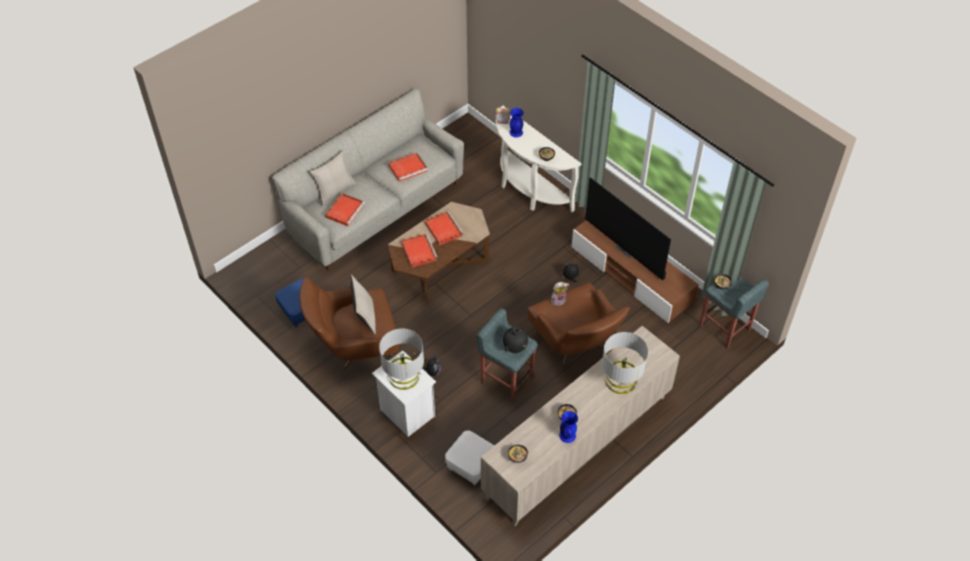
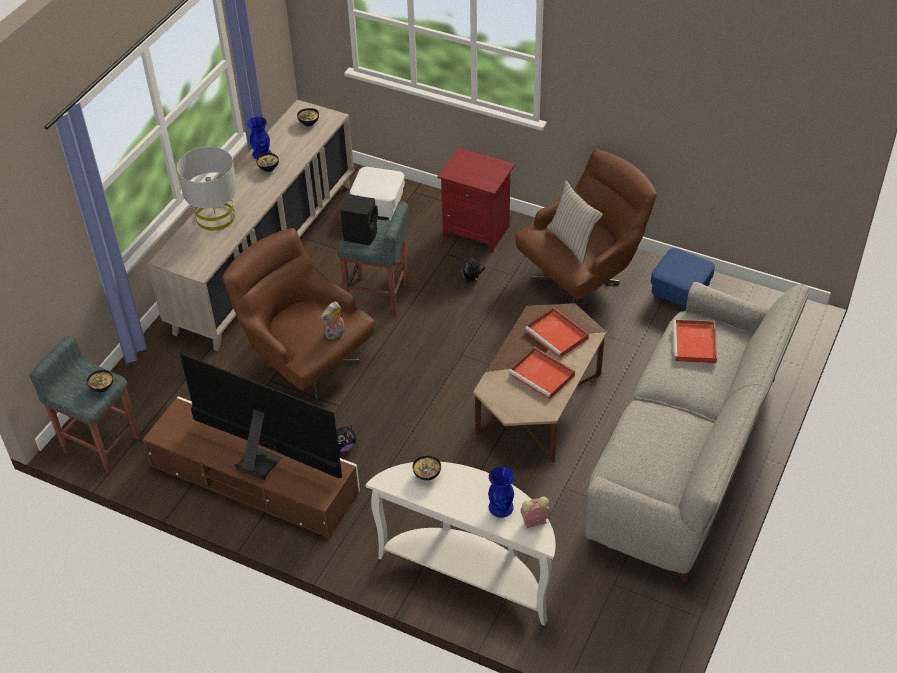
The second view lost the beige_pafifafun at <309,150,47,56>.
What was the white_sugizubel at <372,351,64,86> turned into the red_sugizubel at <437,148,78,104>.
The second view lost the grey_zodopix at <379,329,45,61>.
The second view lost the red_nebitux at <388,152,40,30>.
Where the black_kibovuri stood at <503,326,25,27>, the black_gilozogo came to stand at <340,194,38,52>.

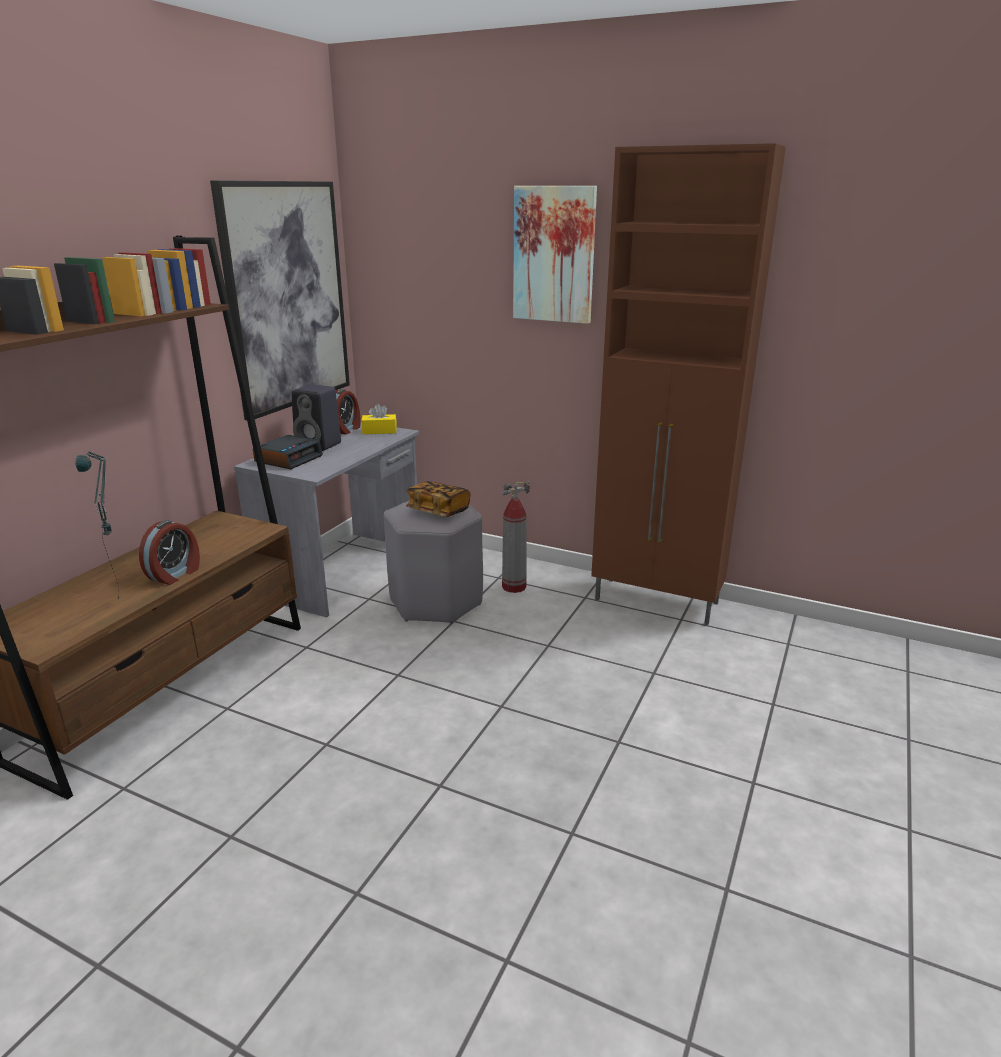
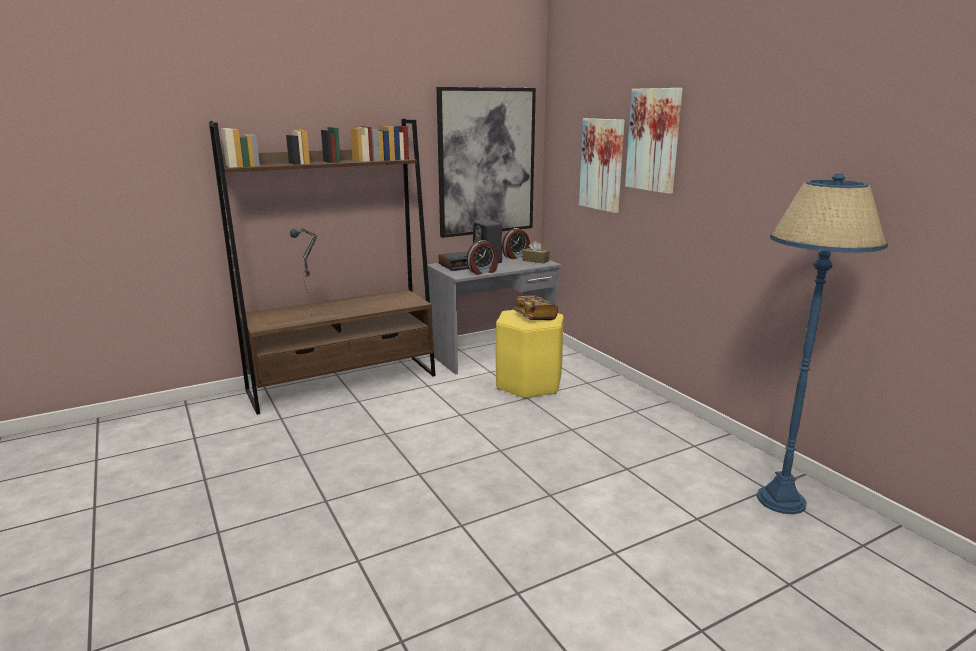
The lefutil ended up elsewhere, having gone from <139,520,61,65> to <466,240,32,35>.
What was the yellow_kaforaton at <361,404,36,30> turned into the brown_kaforaton at <522,241,27,22>.
What was the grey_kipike at <383,501,100,123> turned into the yellow_kipike at <496,310,68,89>.
The second view lost the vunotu at <502,481,28,112>.
The second view lost the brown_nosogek at <591,143,195,482>.
The second view gained the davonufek at <579,118,46,95>.
The second view gained the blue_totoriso at <757,173,131,341>.

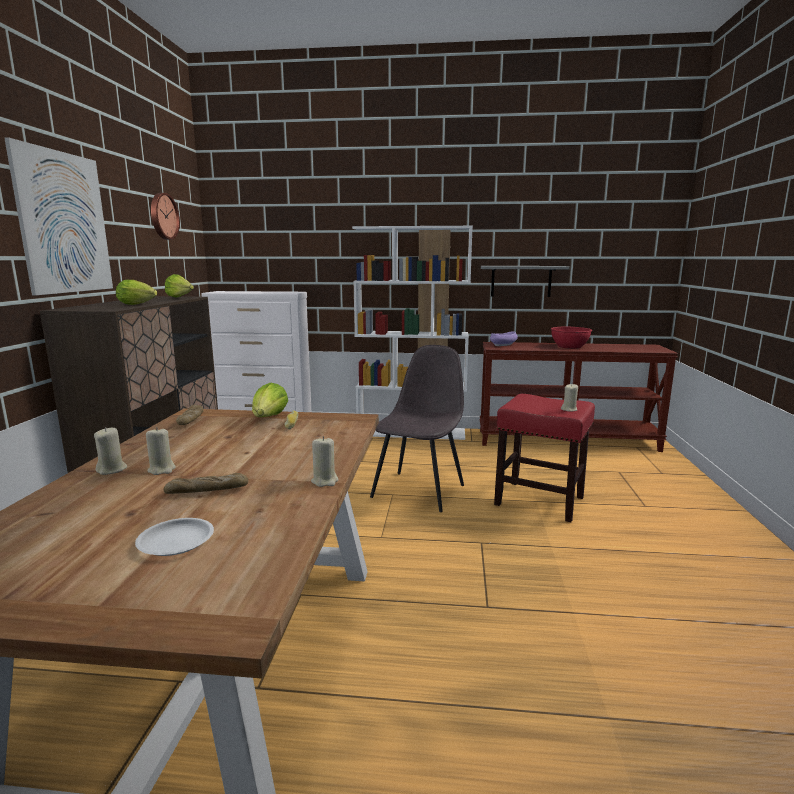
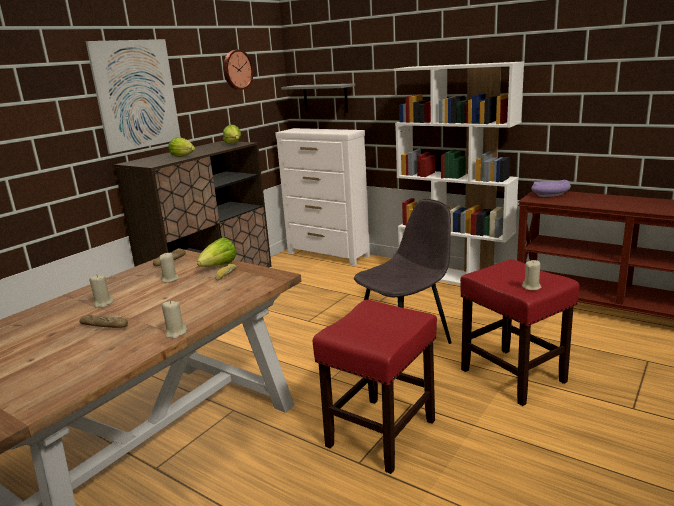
The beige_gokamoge ended up elsewhere, having gone from <94,427,33,48> to <159,252,20,30>.
The second view lost the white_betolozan at <135,518,79,38>.
The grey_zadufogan ended up elsewhere, having gone from <481,266,89,31> to <281,83,74,30>.
The second view lost the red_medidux at <551,327,41,22>.
The second view gained the red_kipike at <313,300,124,174>.

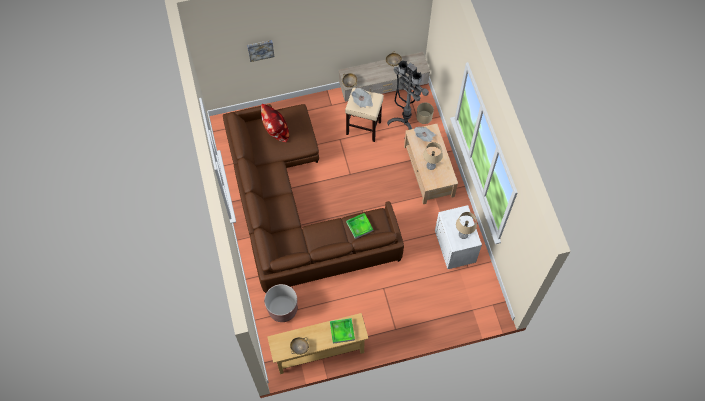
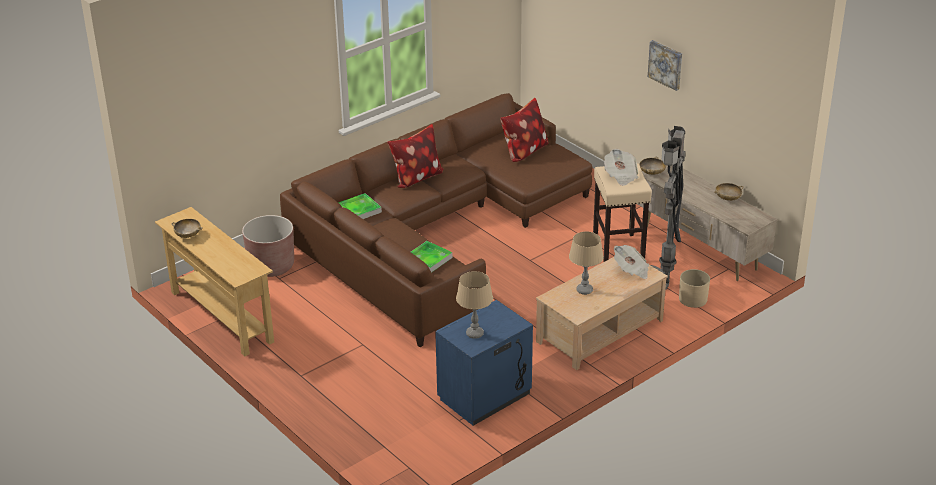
The davonufek ended up elsewhere, having gone from <247,40,27,22> to <648,40,34,51>.
The nebitux ended up elsewhere, having gone from <330,318,25,26> to <338,193,44,26>.
What was the white_sugizubel at <435,205,47,64> turned into the blue_sugizubel at <435,300,98,126>.
The second view gained the pafifafun at <387,124,56,64>.

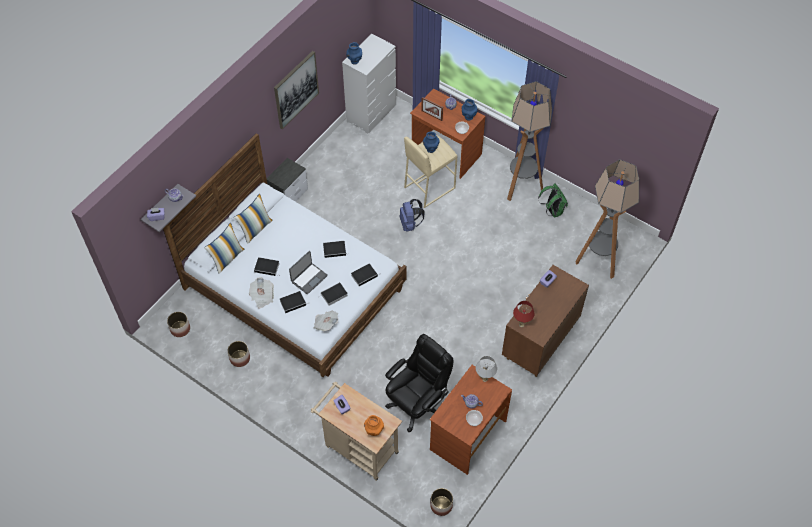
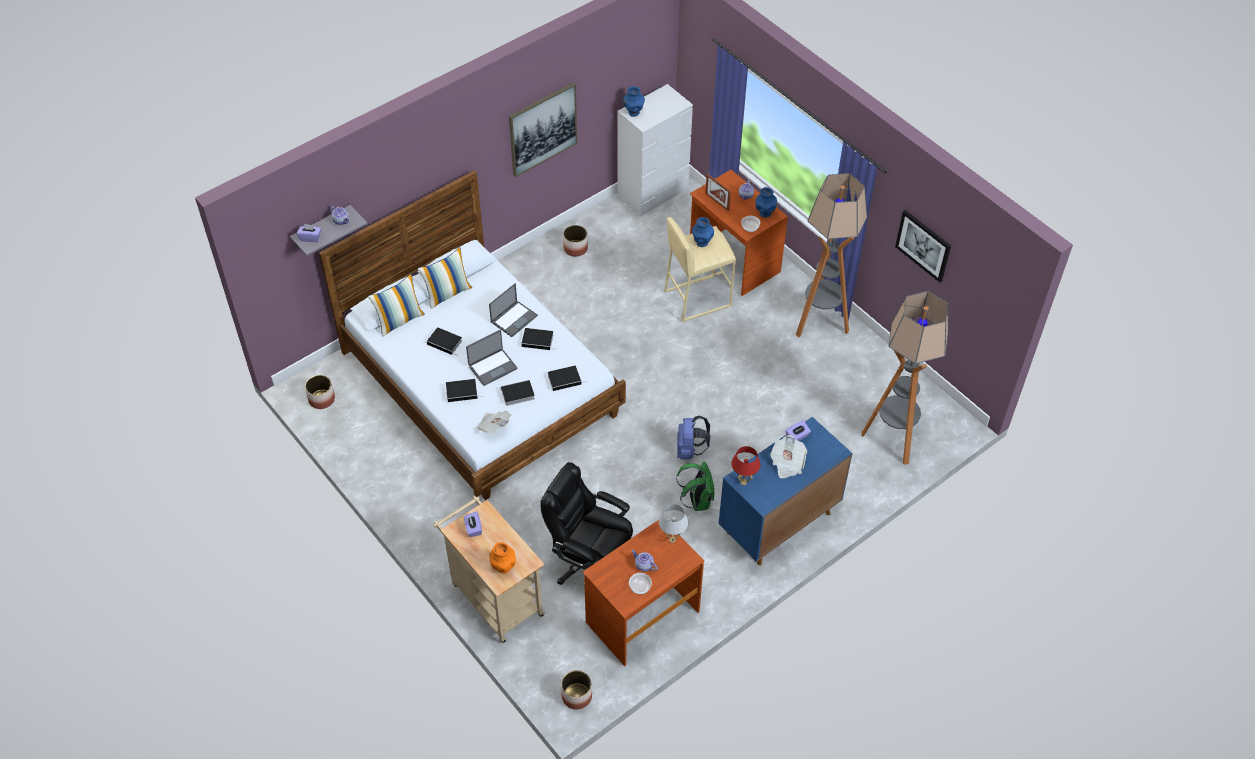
The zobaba ended up elsewhere, having gone from <227,341,23,26> to <563,225,25,32>.
The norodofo ended up elsewhere, having gone from <249,277,25,31> to <770,435,37,44>.
The second view lost the sugizubel at <267,158,41,44>.
The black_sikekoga at <385,334,68,98> ended up facing another way, 120 degrees counterclockwise from before.
The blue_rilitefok ended up elsewhere, having gone from <399,199,26,33> to <677,416,33,44>.
What was the brown_nosogek at <502,265,87,112> turned into the blue_nosogek at <719,417,134,148>.
The green_rilitefok ended up elsewhere, having gone from <538,183,30,35> to <676,461,38,50>.
The second view gained the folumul at <489,283,49,54>.
The second view gained the davonufek at <895,210,56,72>.

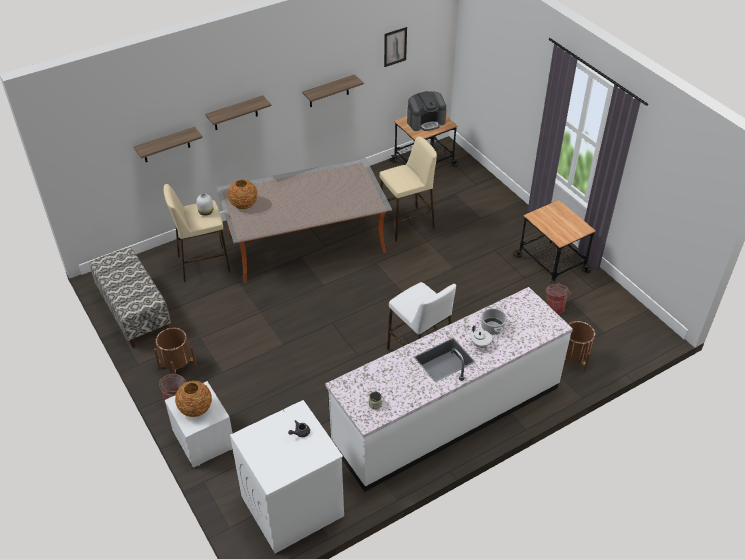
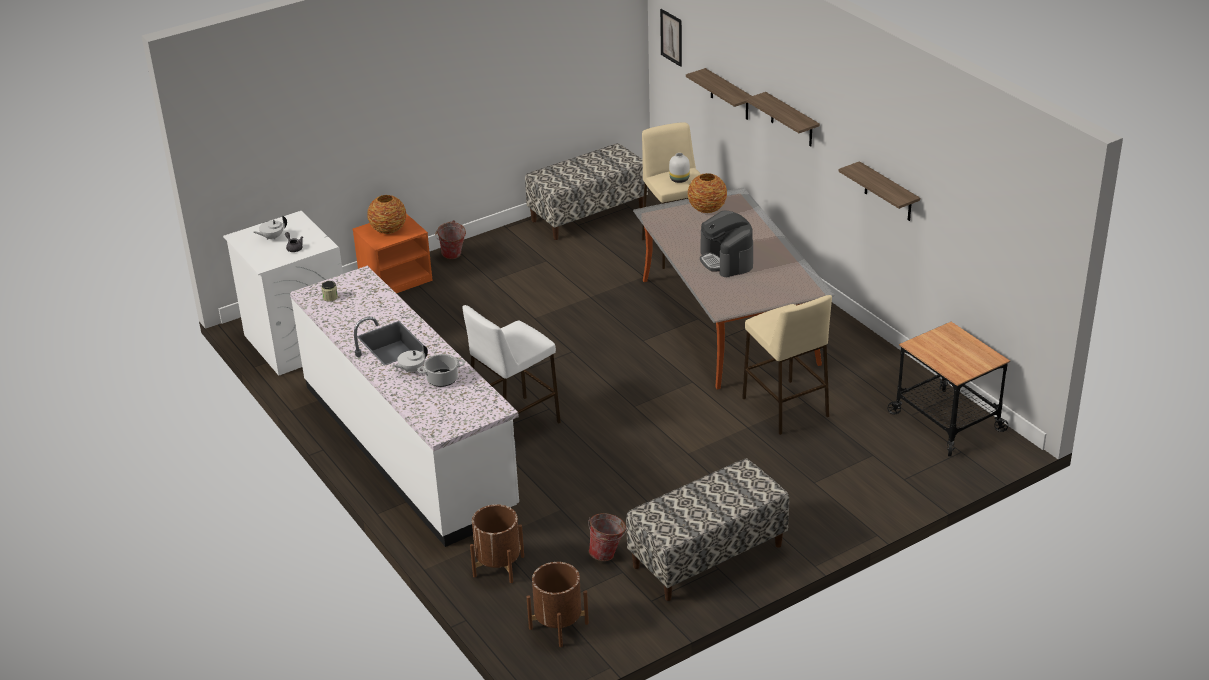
The brown_zobaba ended up elsewhere, having gone from <154,328,43,46> to <527,562,62,85>.
What was the white_sugizubel at <165,381,68,87> turned into the orange_sugizubel at <353,214,80,79>.
The davonufek ended up elsewhere, having gone from <384,27,23,40> to <660,9,22,58>.
The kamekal ended up elsewhere, having gone from <407,91,39,40> to <700,211,53,66>.
Where the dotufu stood at <513,200,83,85>, the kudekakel came to stand at <626,458,163,143>.
The second view gained the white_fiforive at <254,216,33,24>.

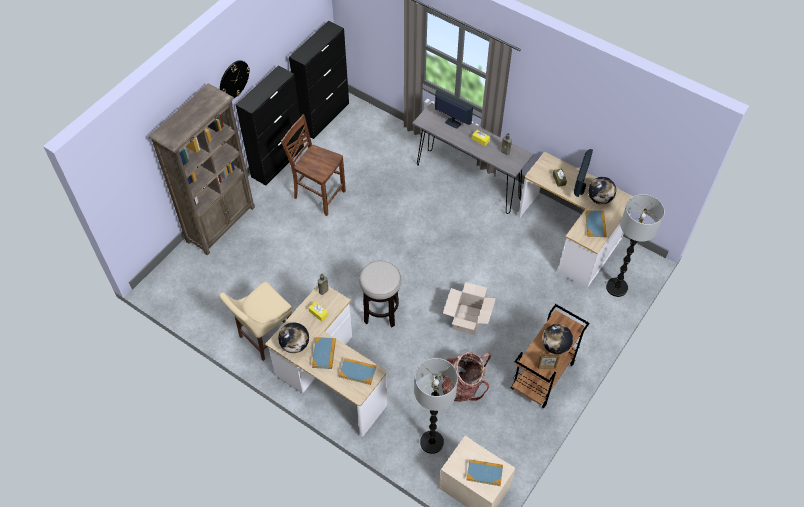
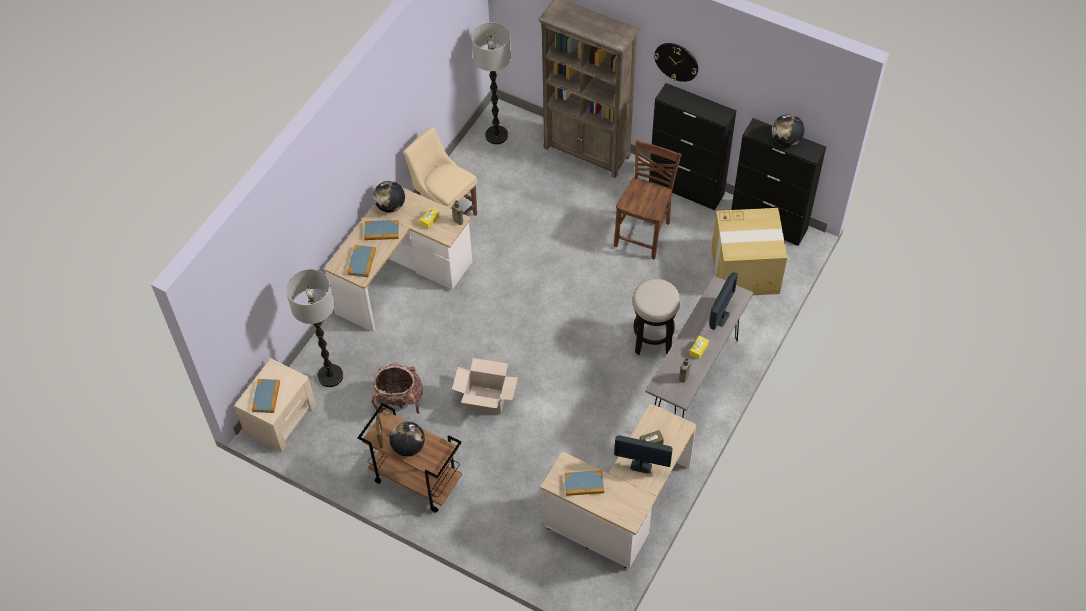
The kipike ended up elsewhere, having gone from <359,261,42,67> to <632,279,49,76>.
The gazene ended up elsewhere, having gone from <588,177,28,27> to <772,114,33,33>.
The totoriso ended up elsewhere, having gone from <606,194,59,103> to <471,22,40,122>.
The second view gained the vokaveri at <711,208,76,87>.

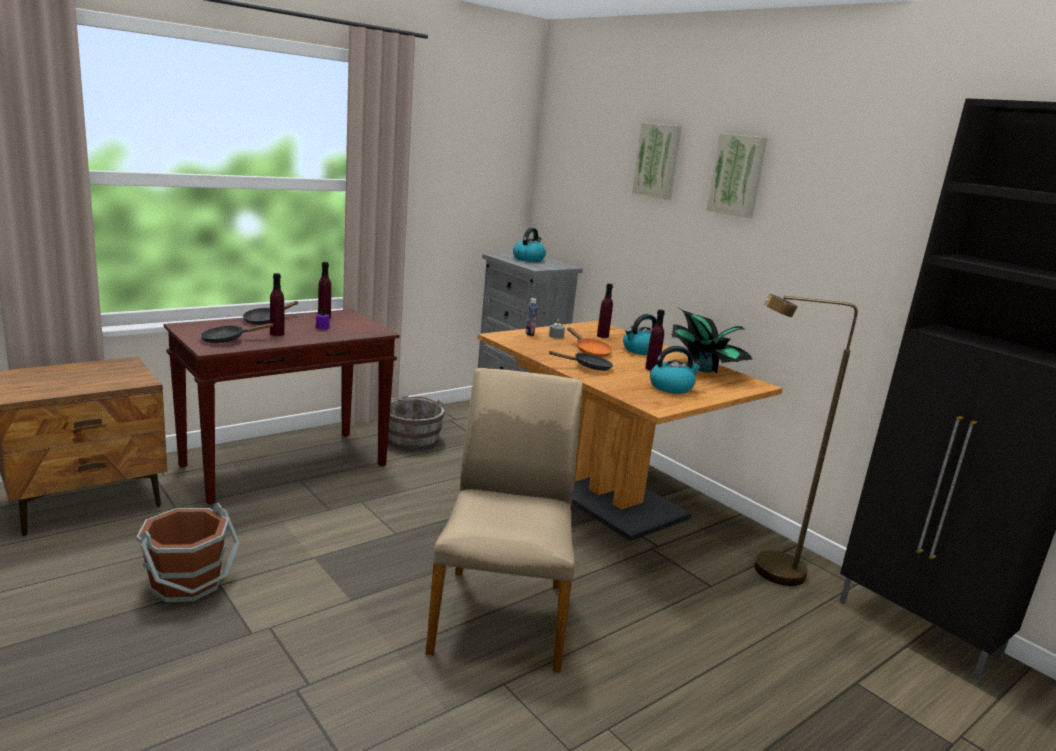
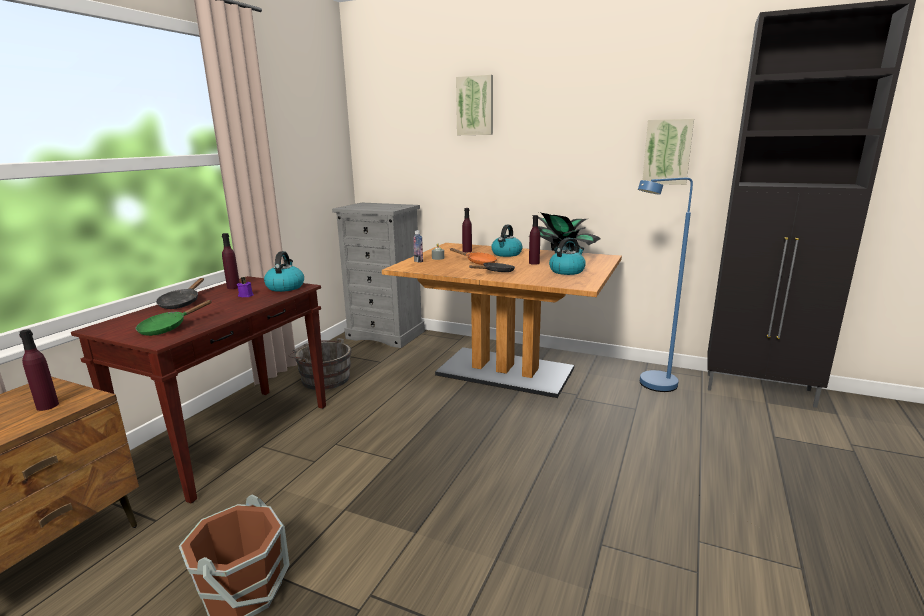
What was the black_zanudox at <200,323,74,20> turned into the green_zanudox at <135,300,76,36>.
The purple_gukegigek ended up elsewhere, having gone from <270,273,14,63> to <19,329,40,82>.
The second view lost the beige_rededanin at <426,368,157,304>.
The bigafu ended up elsewhere, having gone from <513,228,33,34> to <264,251,40,41>.
The davonufek ended up elsewhere, having gone from <707,133,60,85> to <643,119,51,66>.
What was the brown_totoriso at <754,294,104,292> turned into the blue_totoriso at <638,178,55,214>.

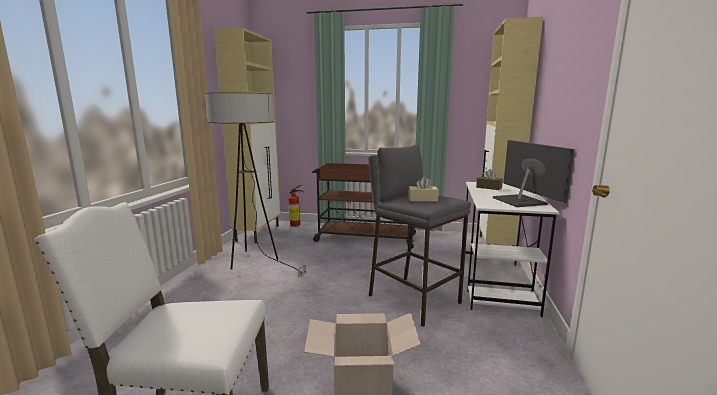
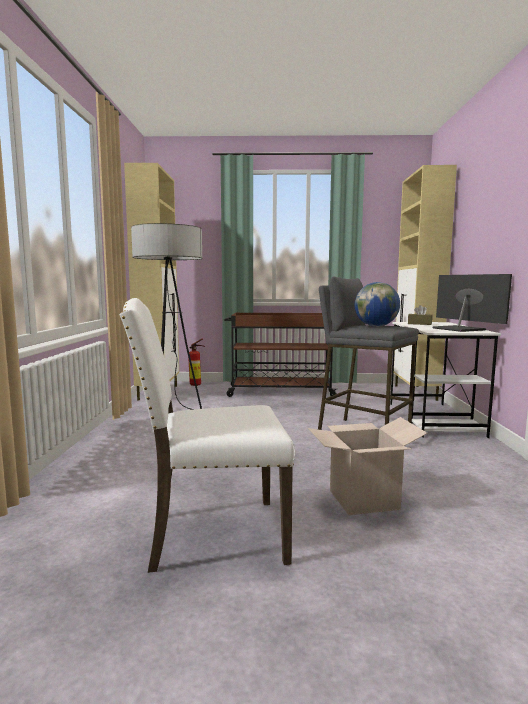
Where the beige_kaforaton stood at <408,177,31,25>, the gazene came to stand at <355,282,45,45>.

